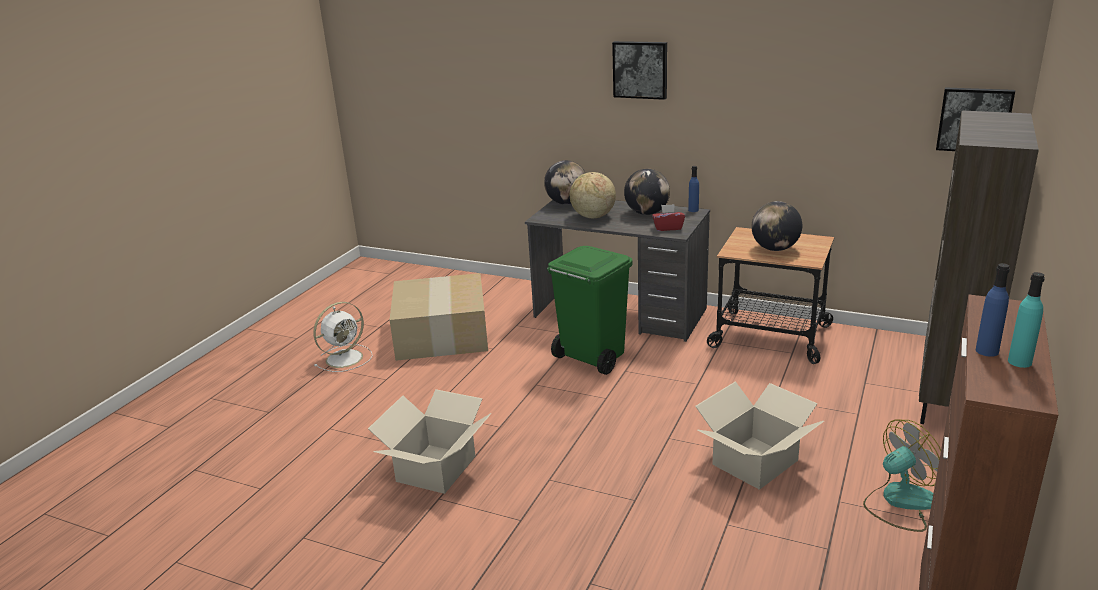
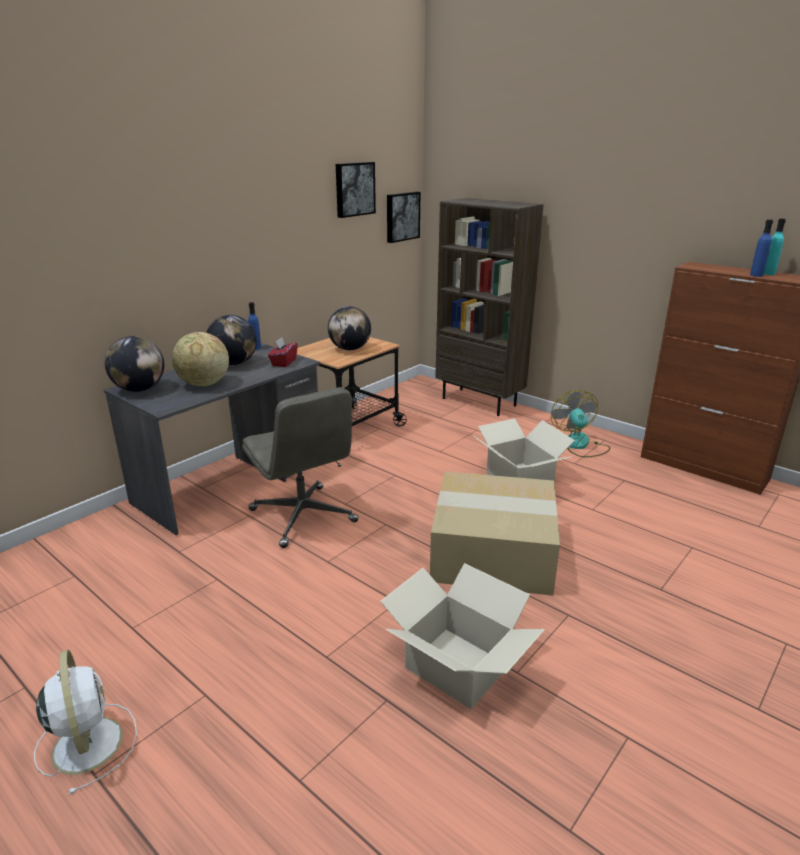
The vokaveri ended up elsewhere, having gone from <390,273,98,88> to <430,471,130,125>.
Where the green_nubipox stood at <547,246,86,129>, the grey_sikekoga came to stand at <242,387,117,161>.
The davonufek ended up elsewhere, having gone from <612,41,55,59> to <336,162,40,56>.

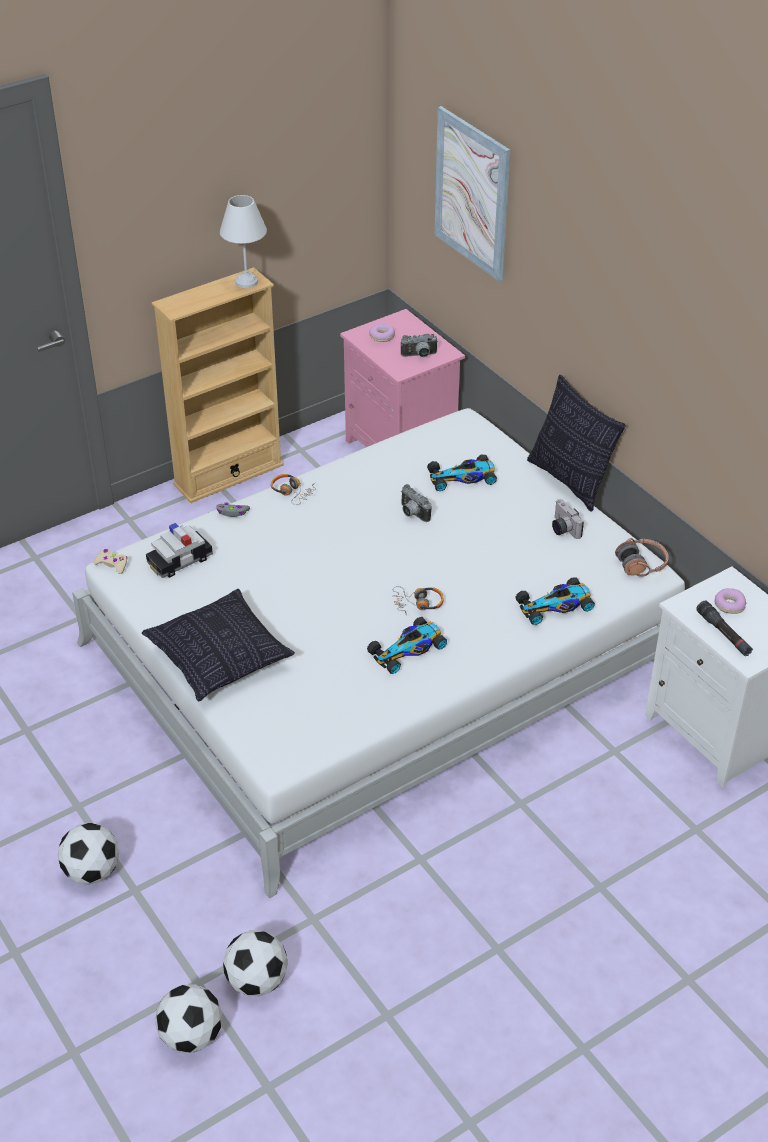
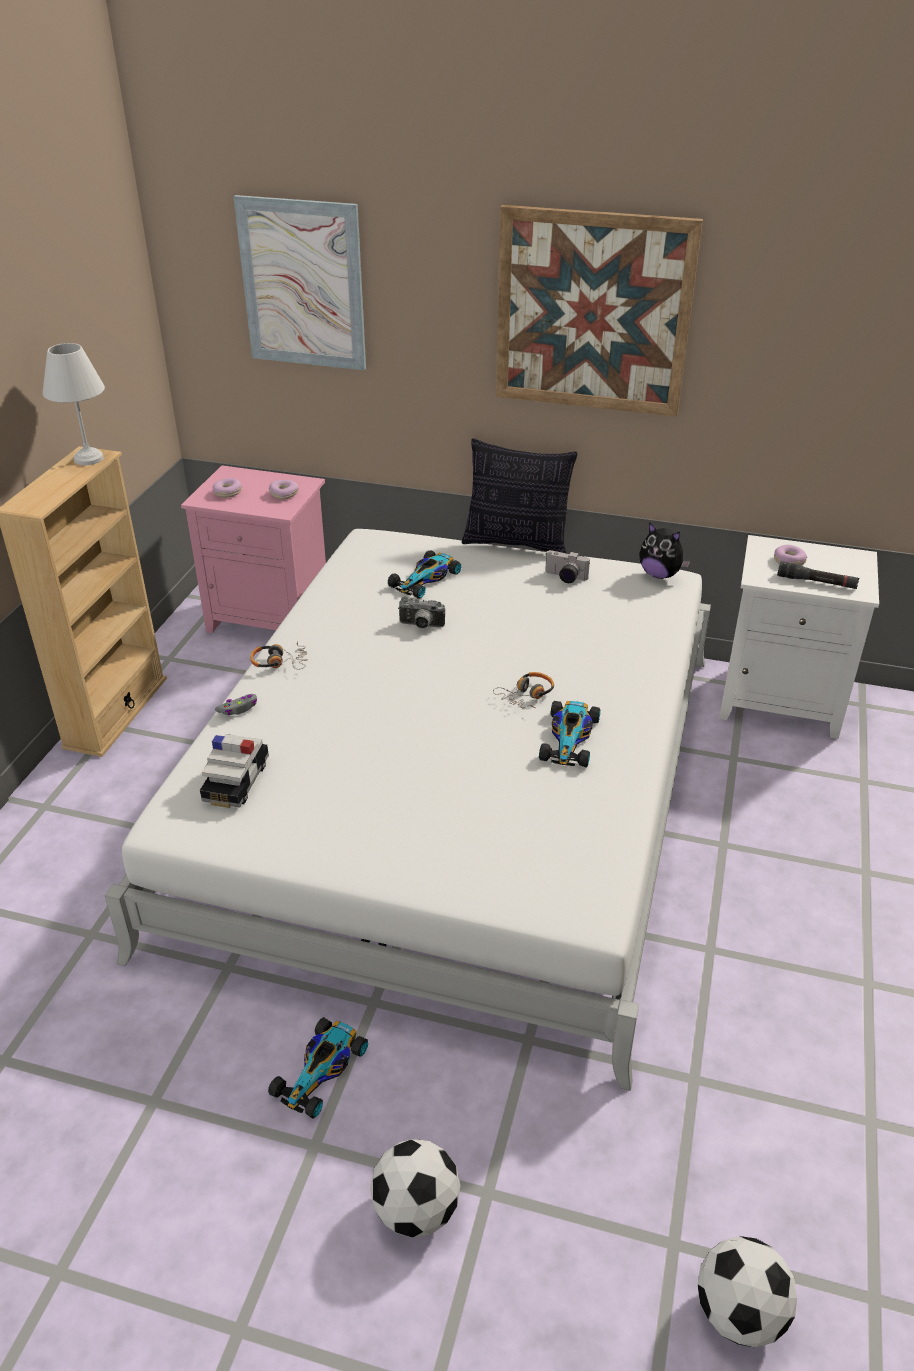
The second view lost the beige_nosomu at <93,548,34,26>.
The second view lost the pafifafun at <142,589,153,112>.
The second view lost the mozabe at <223,930,64,67>.
Where the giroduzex stood at <401,334,37,23>, the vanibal came to stand at <269,480,30,20>.
The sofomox ended up elsewhere, having gone from <516,577,79,48> to <268,1017,100,102>.
Where the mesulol stood at <615,538,54,39>, the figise came to stand at <639,522,52,57>.
The second view gained the davonufek at <496,205,207,211>.

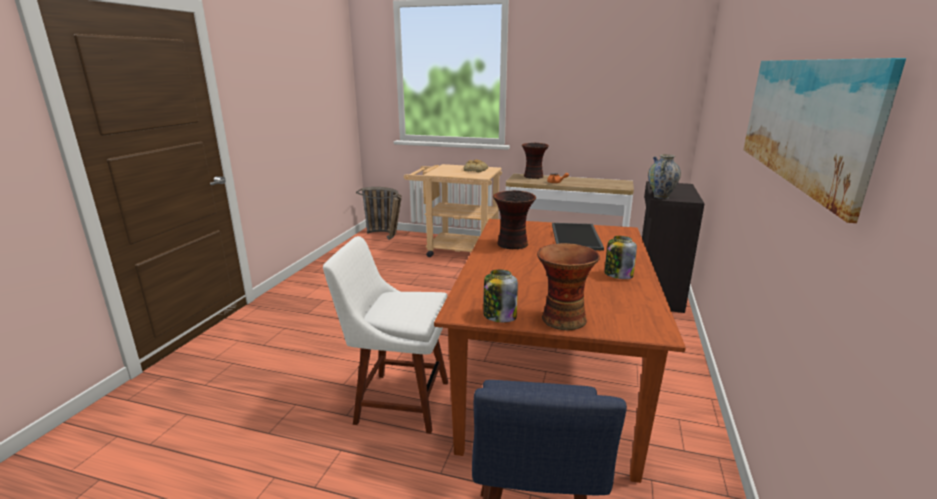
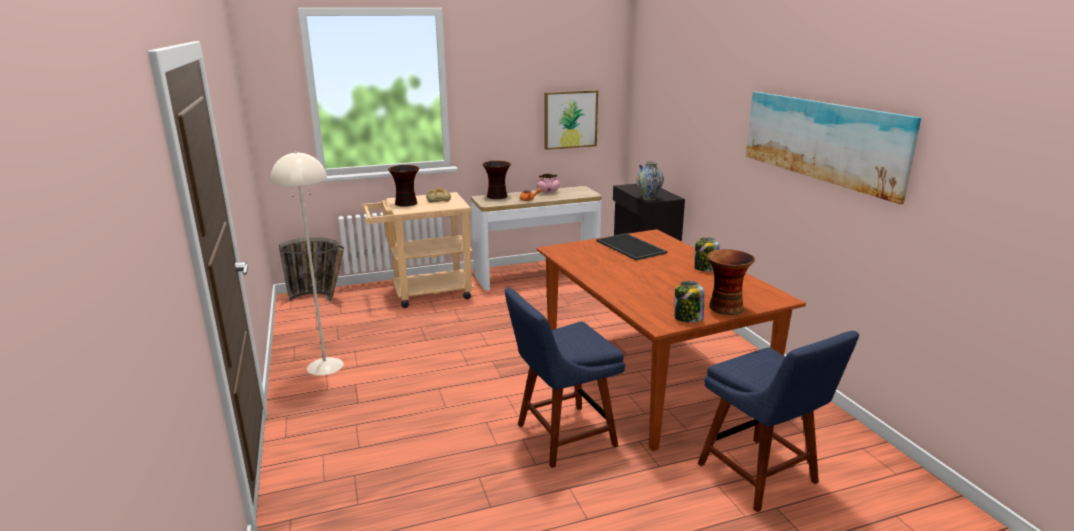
What was the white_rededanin at <323,236,125,198> turned into the blue_rededanin at <505,288,120,180>.
The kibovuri ended up elsewhere, having gone from <493,190,43,59> to <388,165,31,42>.
The second view gained the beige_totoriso at <271,151,73,224>.
The second view gained the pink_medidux at <537,173,23,20>.
The second view gained the davonufek at <545,90,53,60>.

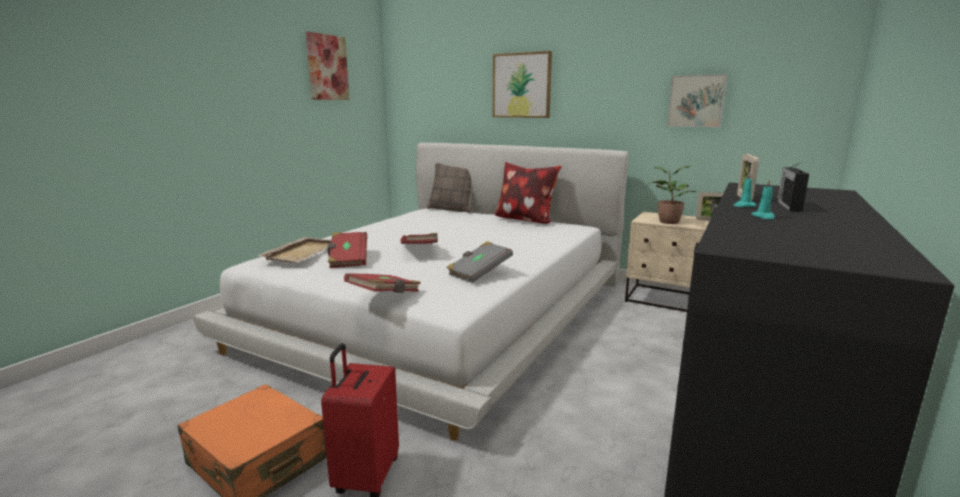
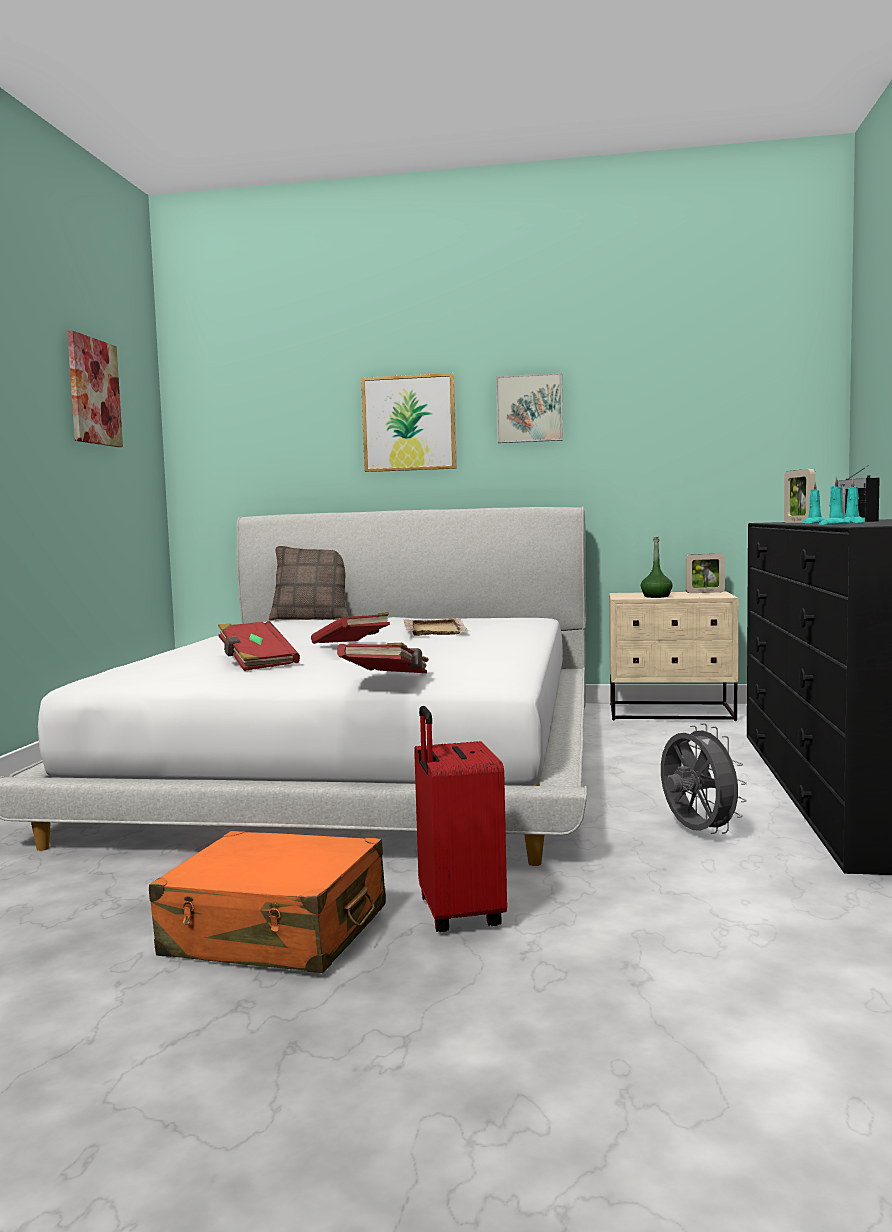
The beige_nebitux ended up elsewhere, having gone from <258,237,74,26> to <403,618,65,18>.
The second view lost the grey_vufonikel at <446,241,67,42>.
The second view lost the pafifafun at <494,162,68,62>.
Where the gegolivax stood at <648,166,49,58>, the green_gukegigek came to stand at <641,537,32,61>.
The davonufek ended up elsewhere, having gone from <667,74,60,53> to <496,373,67,70>.
The second view gained the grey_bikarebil at <661,723,86,111>.
The second view gained the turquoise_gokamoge at <819,477,31,48>.

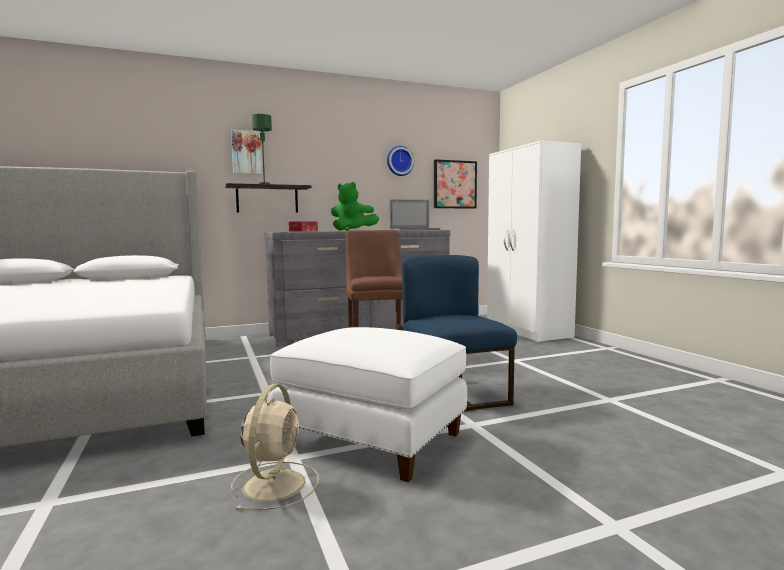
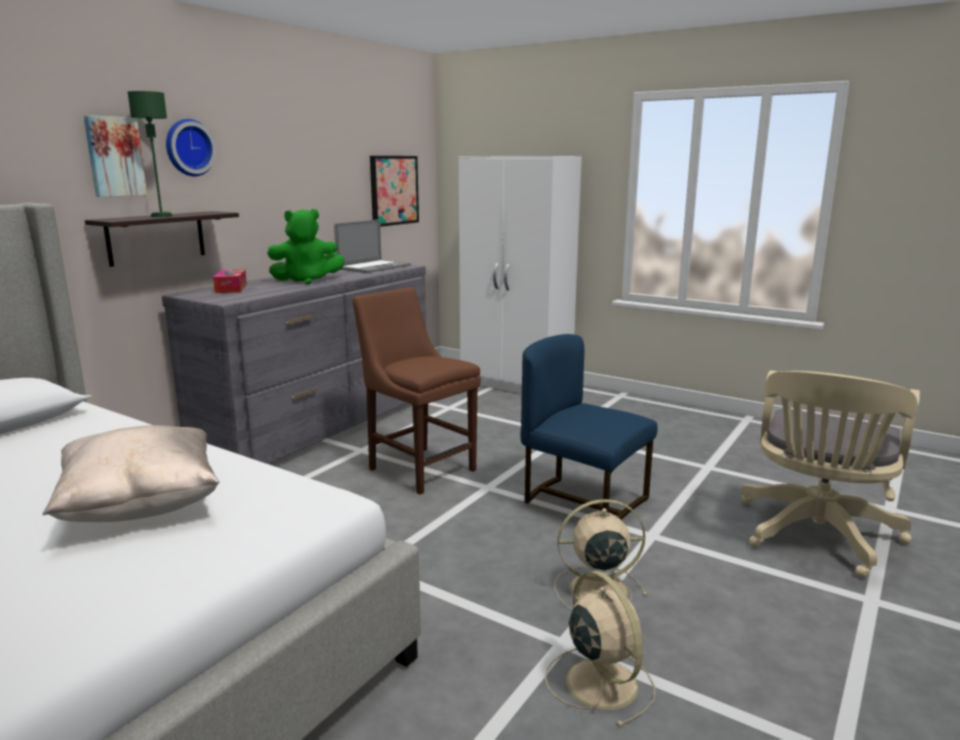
Where the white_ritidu stood at <270,327,197,155>, the beige_bikarebil came to stand at <555,499,93,111>.
The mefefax ended up elsewhere, having gone from <387,146,27,30> to <166,119,50,57>.
The second view gained the beige_pafifafun at <43,425,177,97>.
The second view gained the beige_sikekoga at <740,370,180,208>.

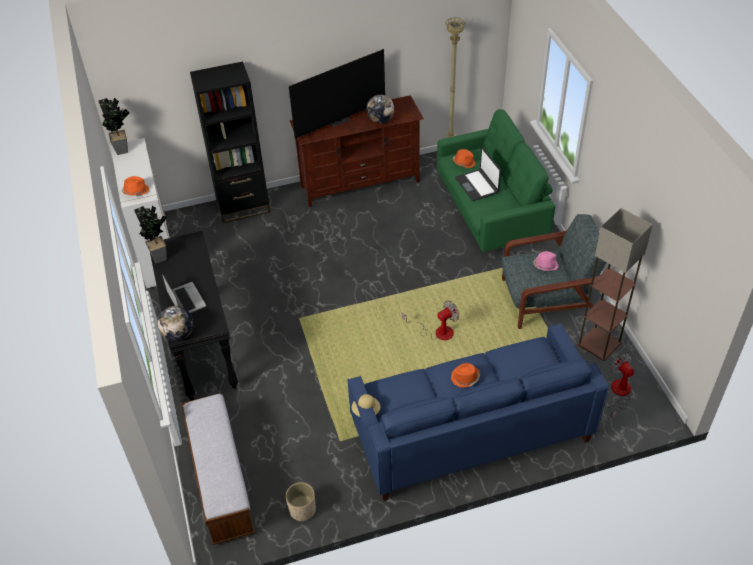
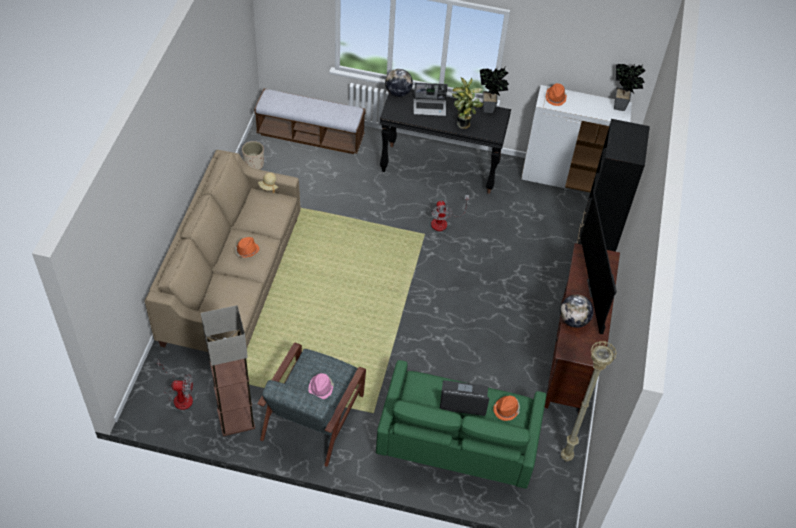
What was the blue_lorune at <348,323,261,178> turned into the beige_lorune at <145,150,156,202>.
The bikarebil ended up elsewhere, having gone from <402,301,58,39> to <431,195,38,36>.
The second view gained the gegolivax at <452,78,31,51>.

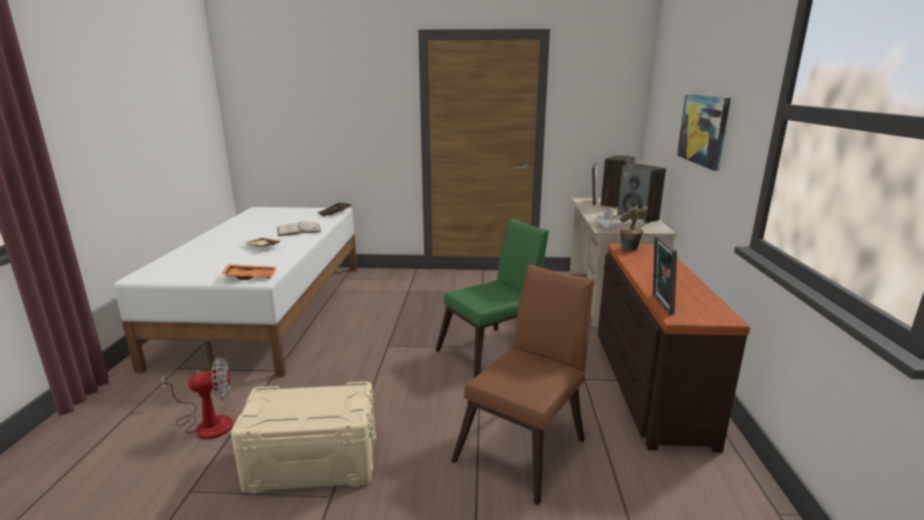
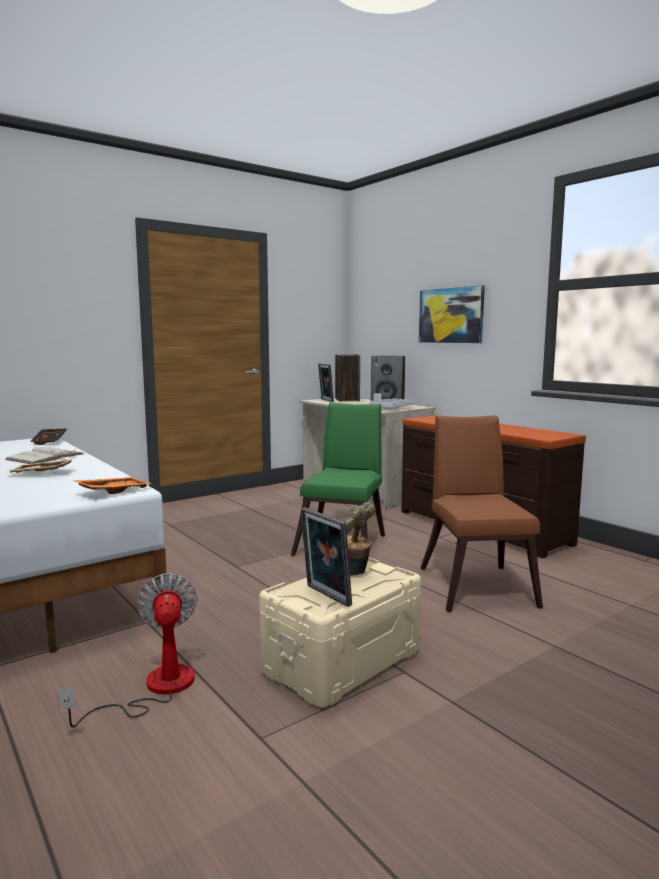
The bikarebil at <161,357,72,82> ended up facing another way, 45 degrees counterclockwise from before.
The gegolivax ended up elsewhere, having gone from <620,206,28,44> to <346,502,30,74>.
The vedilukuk ended up elsewhere, having gone from <653,236,24,79> to <301,507,51,100>.

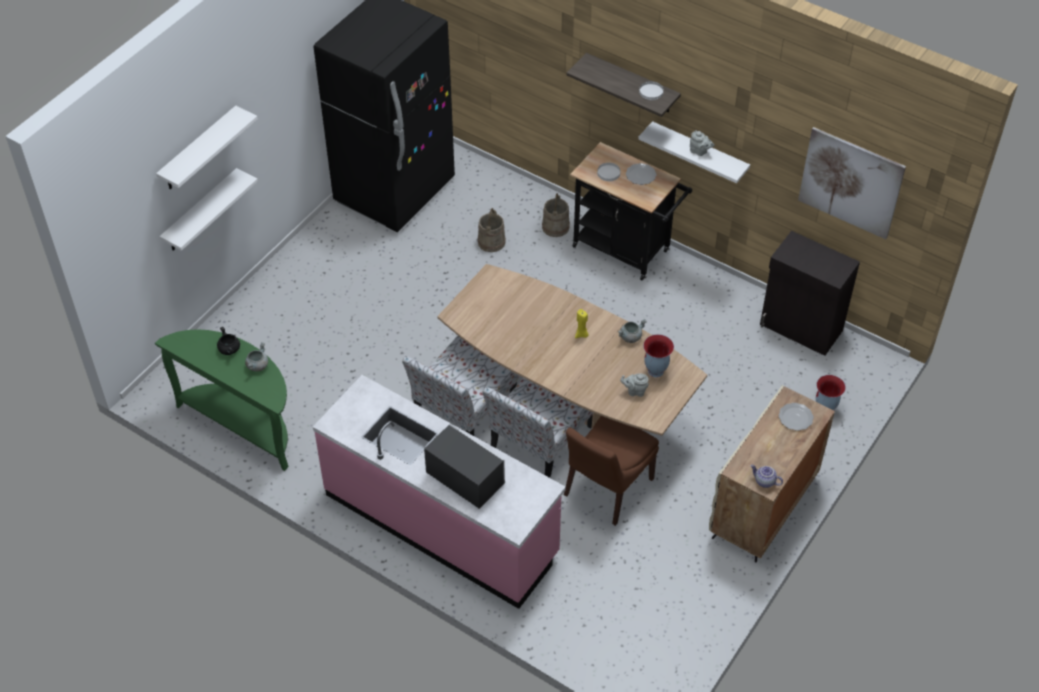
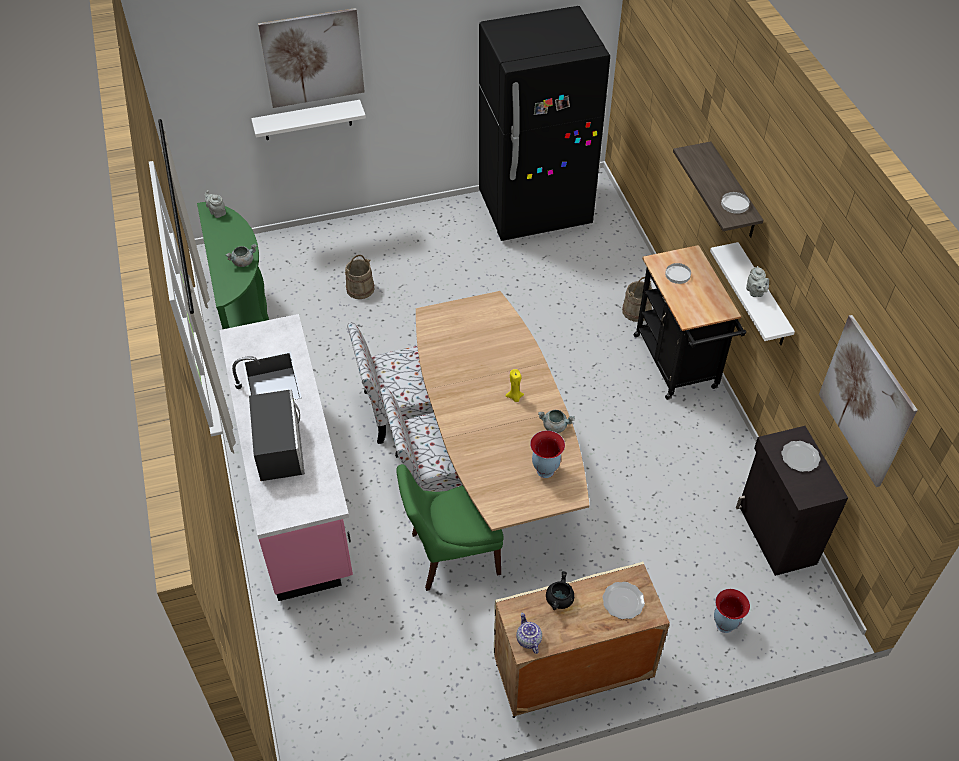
Where the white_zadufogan hung at <156,105,102,84>, the davonufek came to hang at <258,8,107,100>.
The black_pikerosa ended up elsewhere, having gone from <217,327,23,28> to <546,571,28,39>.
The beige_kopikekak ended up elsewhere, having gone from <478,208,28,44> to <345,255,30,44>.
What was the brown_rededanin at <564,416,95,110> turned into the green_rededanin at <396,464,108,127>.
The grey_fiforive ended up elsewhere, having gone from <620,373,29,24> to <205,190,21,28>.
The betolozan ended up elsewhere, having gone from <626,163,30,22> to <781,441,39,31>.

